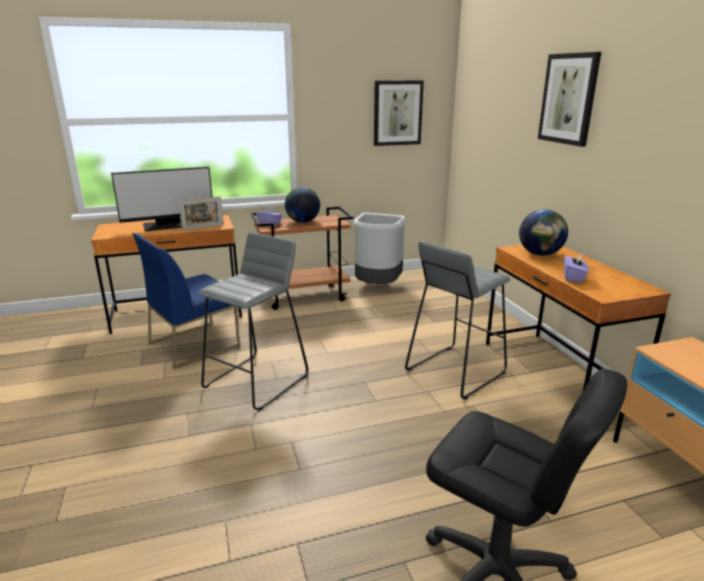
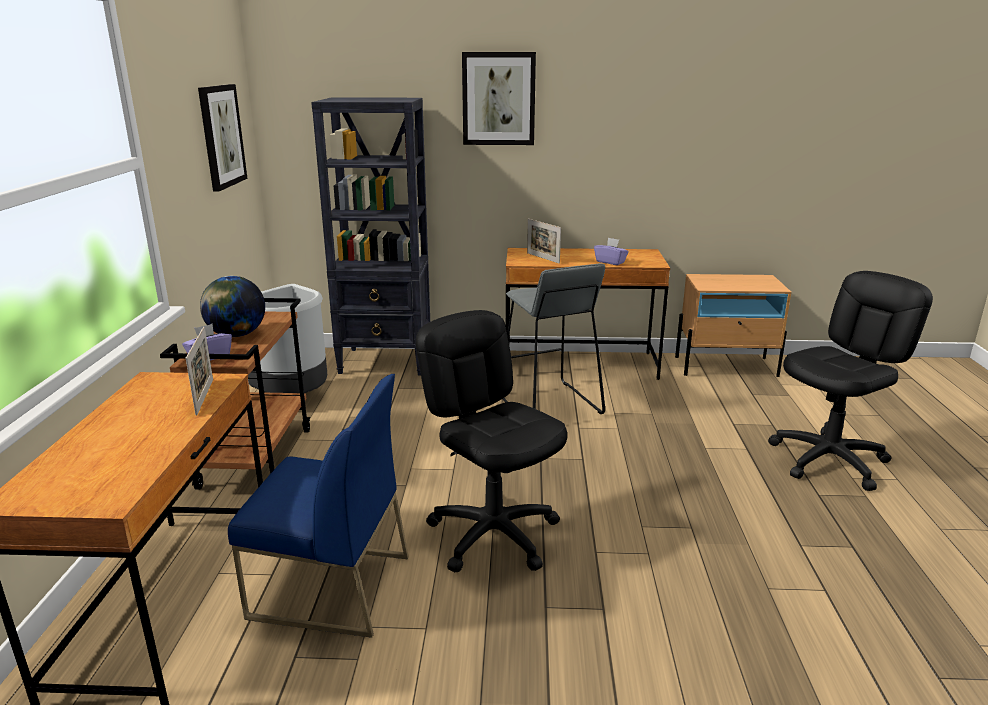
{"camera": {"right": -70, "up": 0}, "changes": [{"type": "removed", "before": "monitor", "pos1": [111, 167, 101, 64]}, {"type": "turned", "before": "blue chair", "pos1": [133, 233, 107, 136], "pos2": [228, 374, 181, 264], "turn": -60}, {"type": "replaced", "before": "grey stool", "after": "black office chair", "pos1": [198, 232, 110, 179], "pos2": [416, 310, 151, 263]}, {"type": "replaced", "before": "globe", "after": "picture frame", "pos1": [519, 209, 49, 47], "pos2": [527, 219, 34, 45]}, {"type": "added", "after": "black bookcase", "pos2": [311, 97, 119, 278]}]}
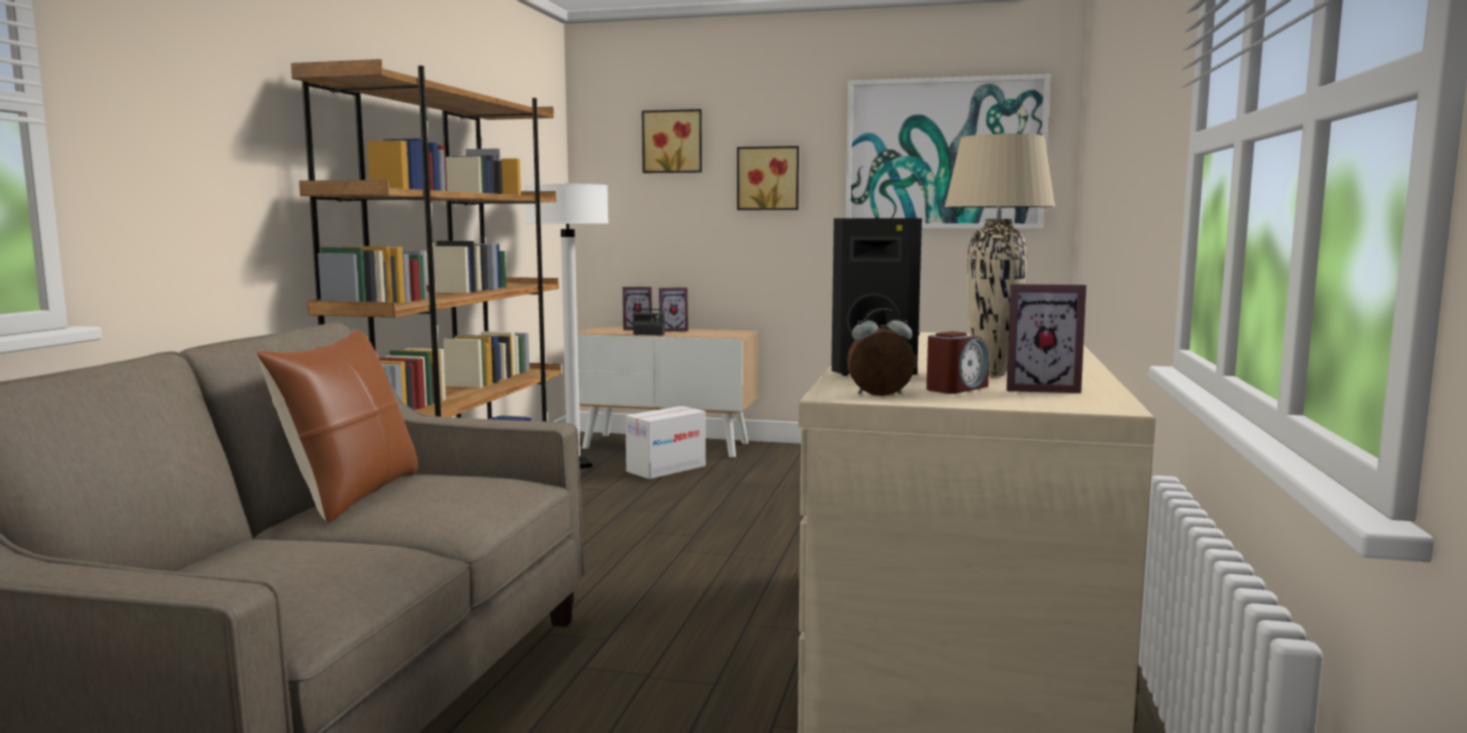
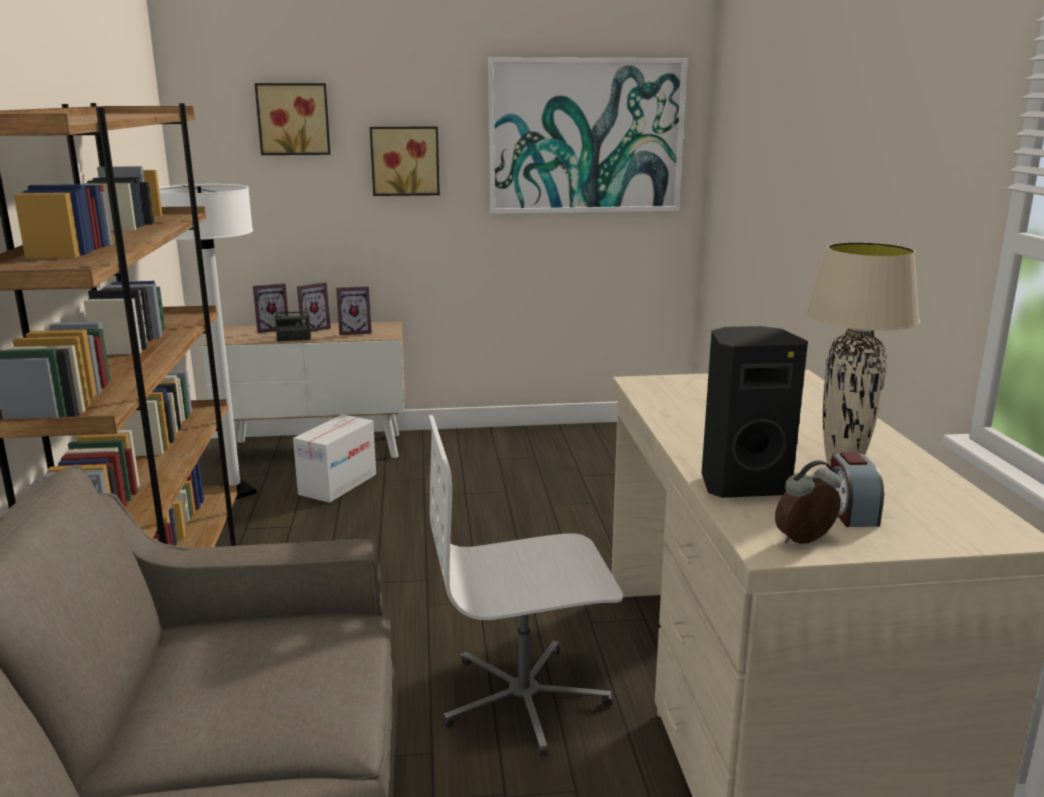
{"camera": {"right": -20, "up": 10}, "changes": [{"type": "removed", "before": "brown pillow", "pos1": [256, 329, 162, 194]}, {"type": "turned", "before": "alarm clock", "pos1": [926, 331, 63, 63], "pos2": [829, 452, 55, 75], "turn": 150}, {"type": "moved", "before": "picture frame", "pos1": [1006, 284, 81, 109], "pos2": [336, 286, 36, 49]}, {"type": "added", "after": "white office chair", "pos2": [429, 415, 194, 342]}]}
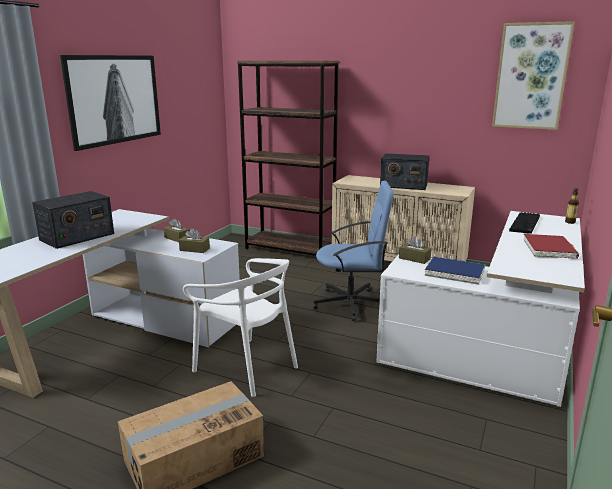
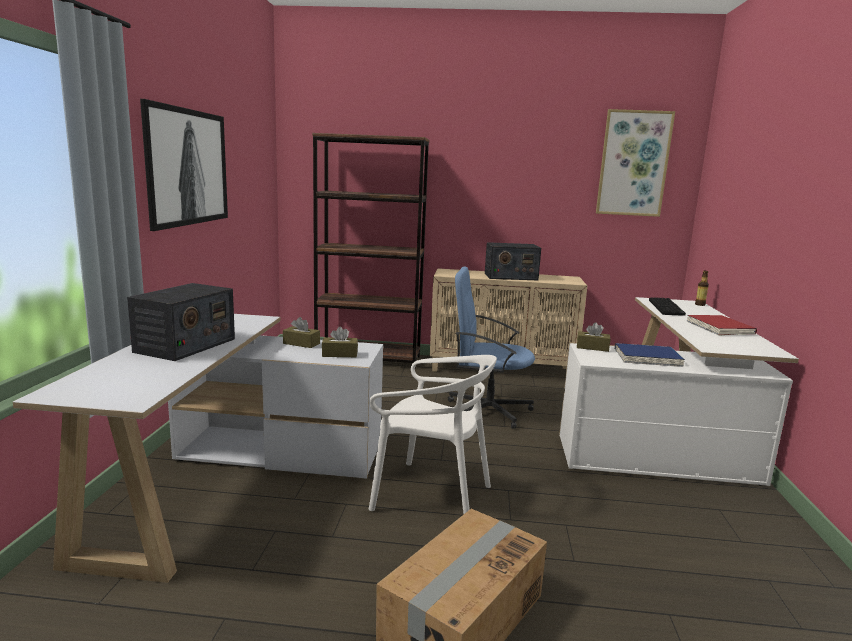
{"camera": {"right": -20, "up": -5}, "changes": [{"type": "turned", "before": "blue office chair", "pos1": [313, 181, 81, 141], "pos2": [448, 267, 87, 162], "turn": -150}]}
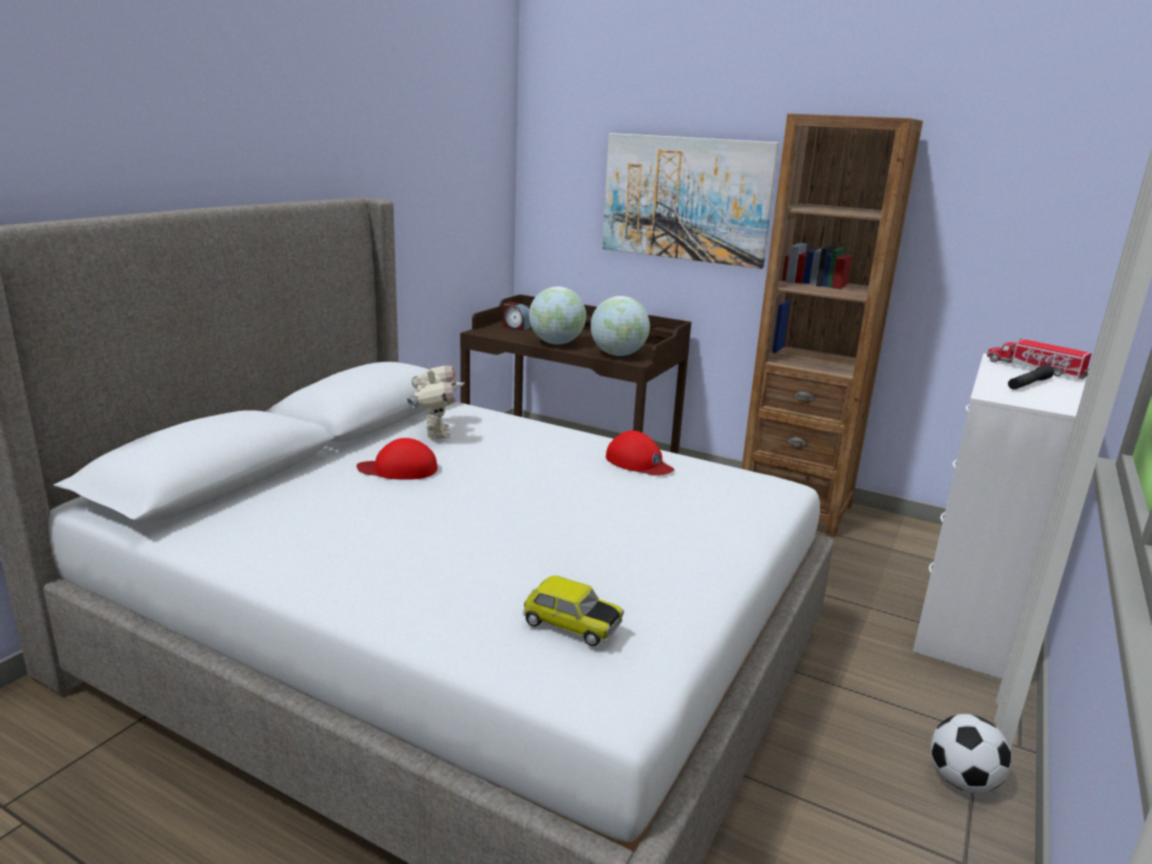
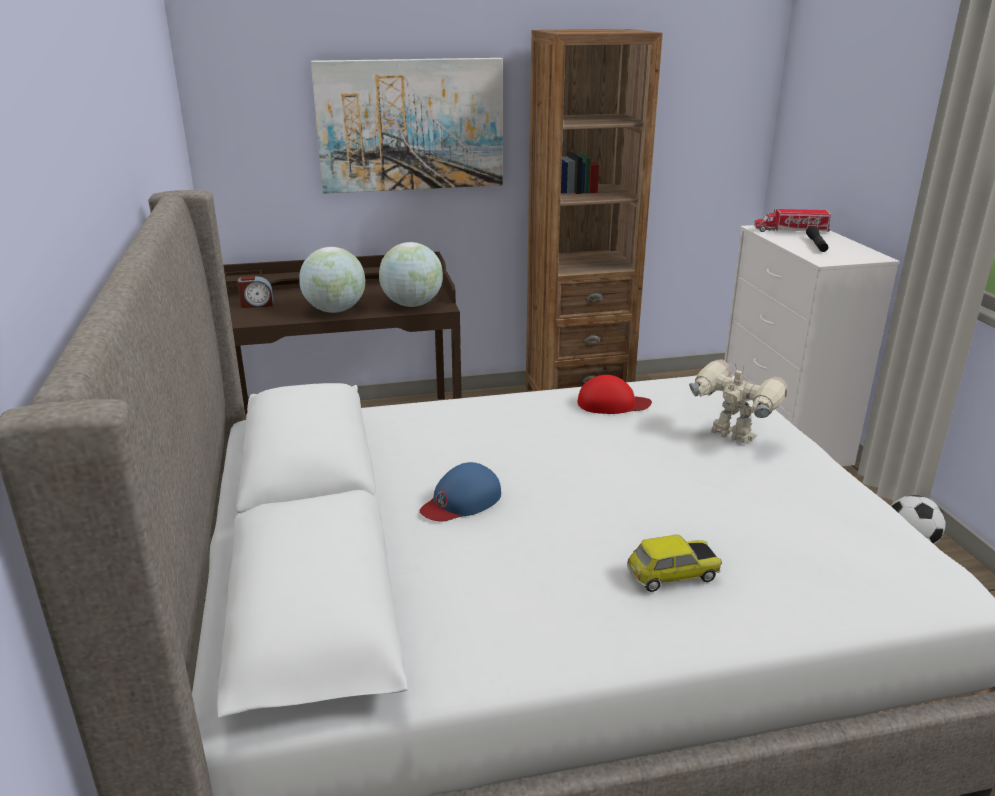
{"camera": {"right": -40, "up": 5}, "changes": [{"type": "recoloured", "before": "red cap", "after": "blue cap", "pos1": [356, 438, 82, 42], "pos2": [420, 462, 81, 60]}, {"type": "moved", "before": "toy robot", "pos1": [407, 363, 50, 76], "pos2": [689, 360, 99, 84]}, {"type": "moved", "before": "toy car", "pos1": [522, 575, 102, 71], "pos2": [627, 535, 95, 57]}]}
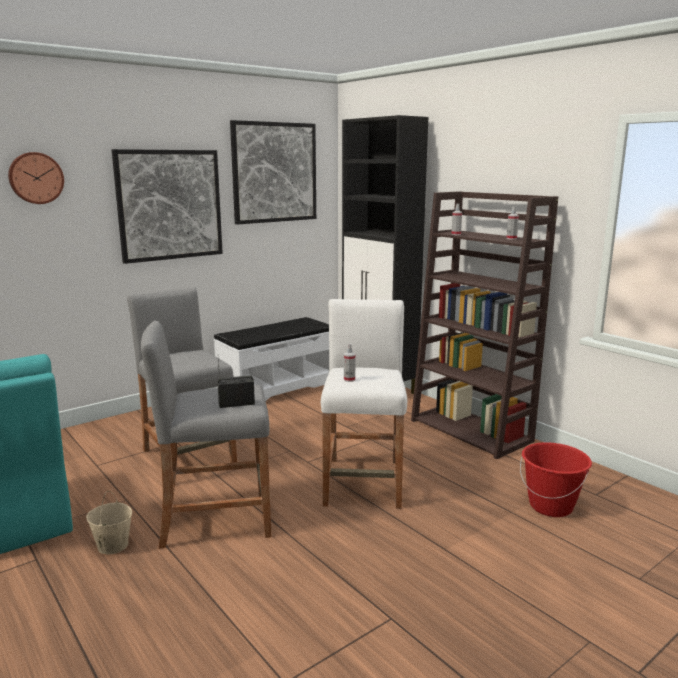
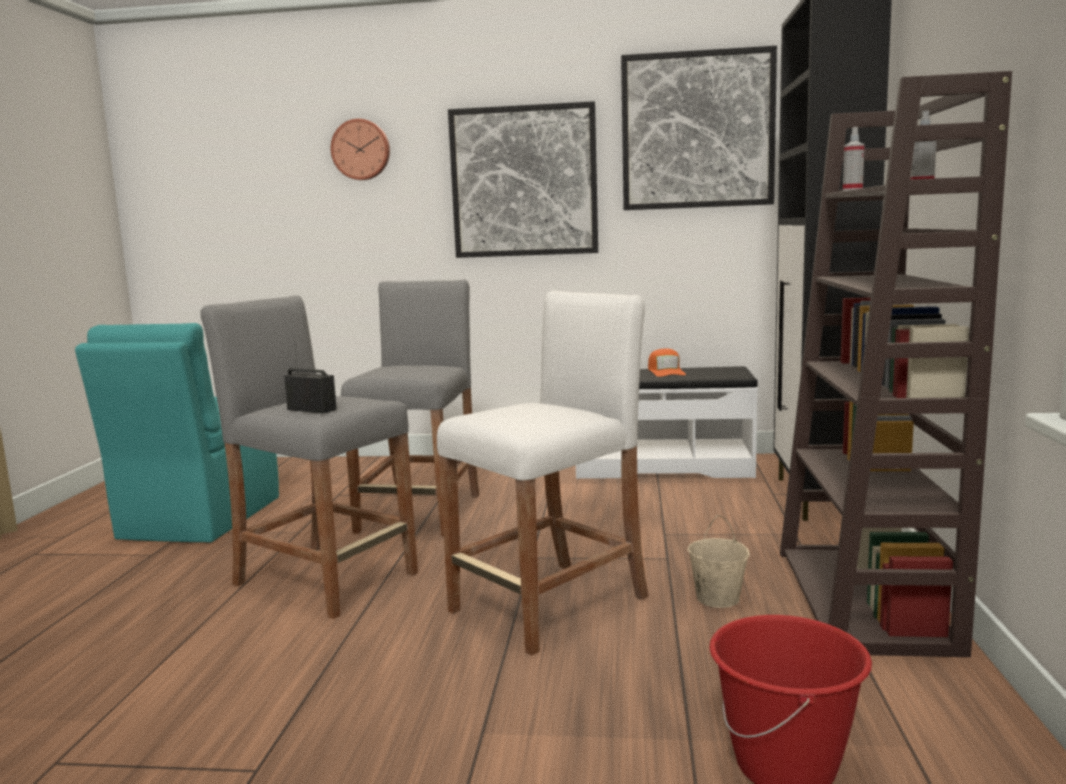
{"camera": {"right": 45, "up": -5}, "changes": [{"type": "moved", "before": "beige bucket", "pos1": [86, 491, 46, 63], "pos2": [688, 515, 62, 93]}, {"type": "removed", "before": "spray bottle", "pos1": [344, 344, 12, 38]}, {"type": "added", "after": "orange cap", "pos2": [648, 349, 38, 28]}]}
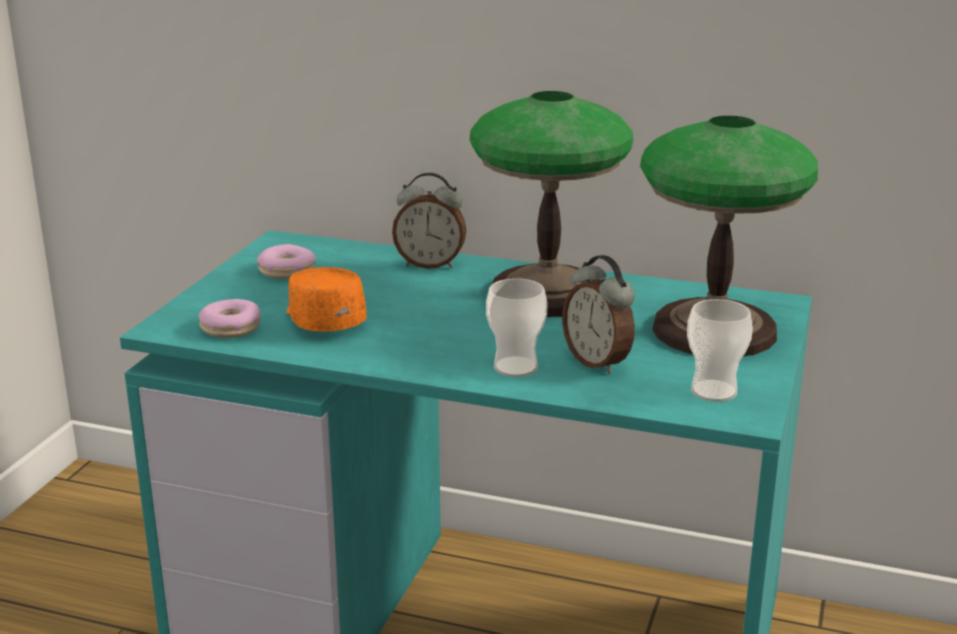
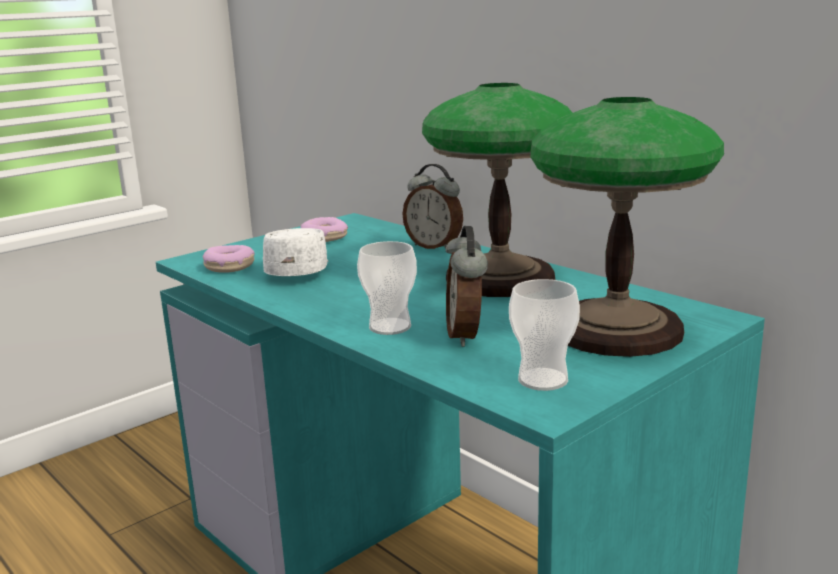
{"camera": {"right": 30, "up": -5}, "changes": [{"type": "recoloured", "before": "orange cap", "after": "white cap", "pos1": [286, 267, 81, 65], "pos2": [263, 228, 65, 48]}]}
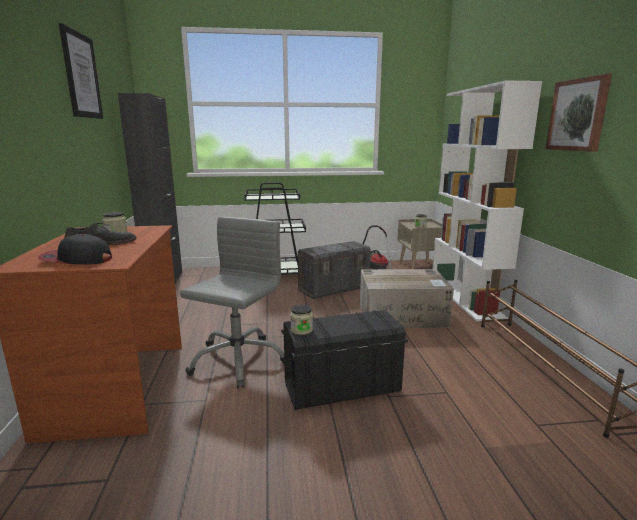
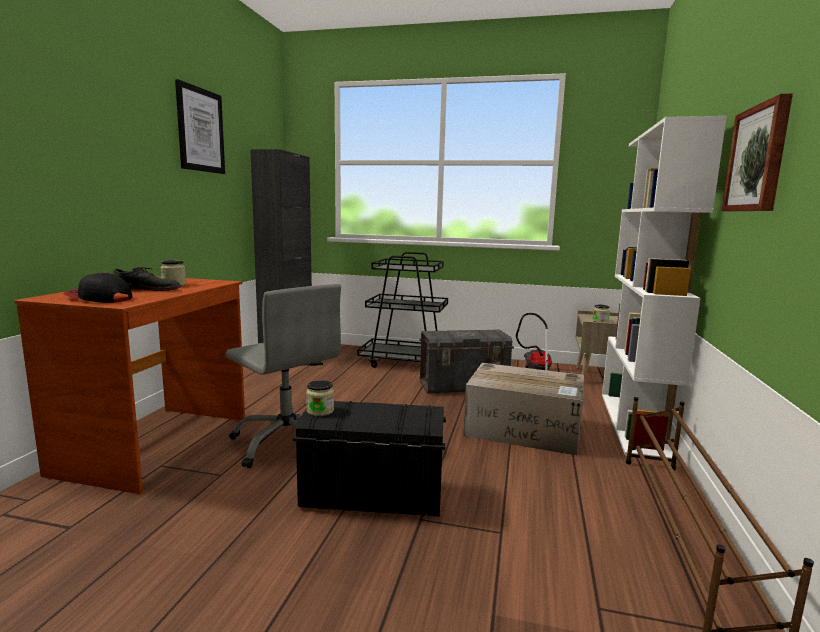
{"camera": {"right": 20, "up": -5}, "changes": [{"type": "turned", "before": "grey office chair", "pos1": [180, 216, 104, 173], "pos2": [225, 284, 116, 184], "turn": 90}]}
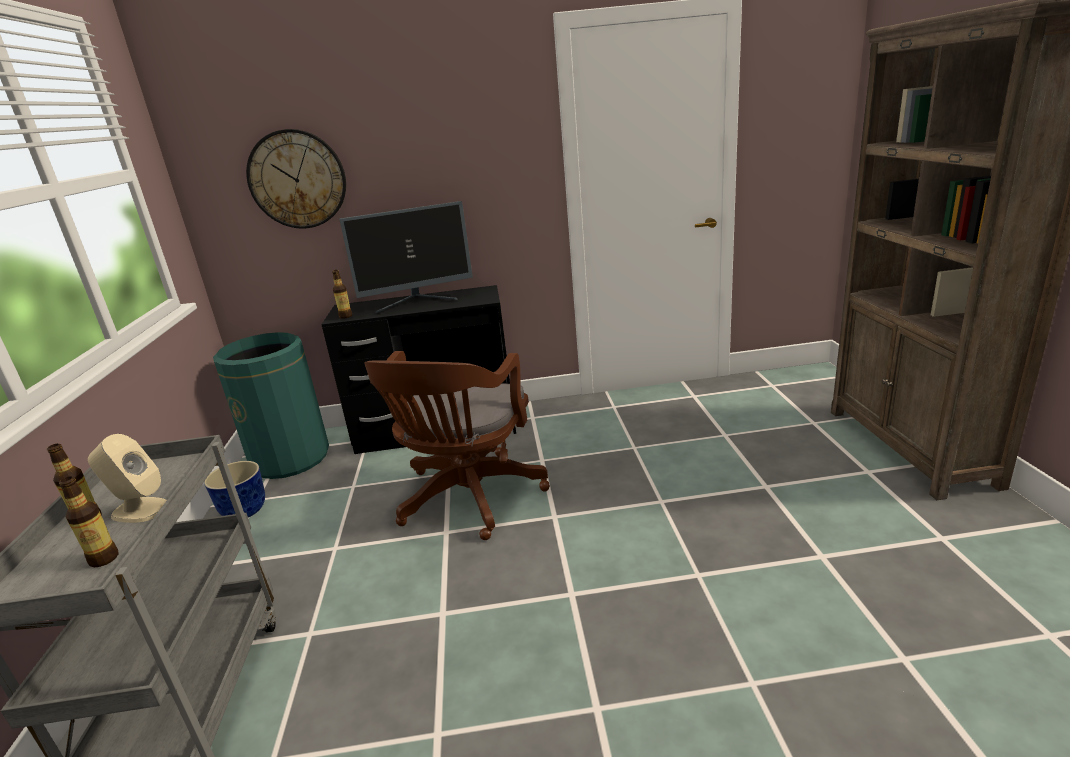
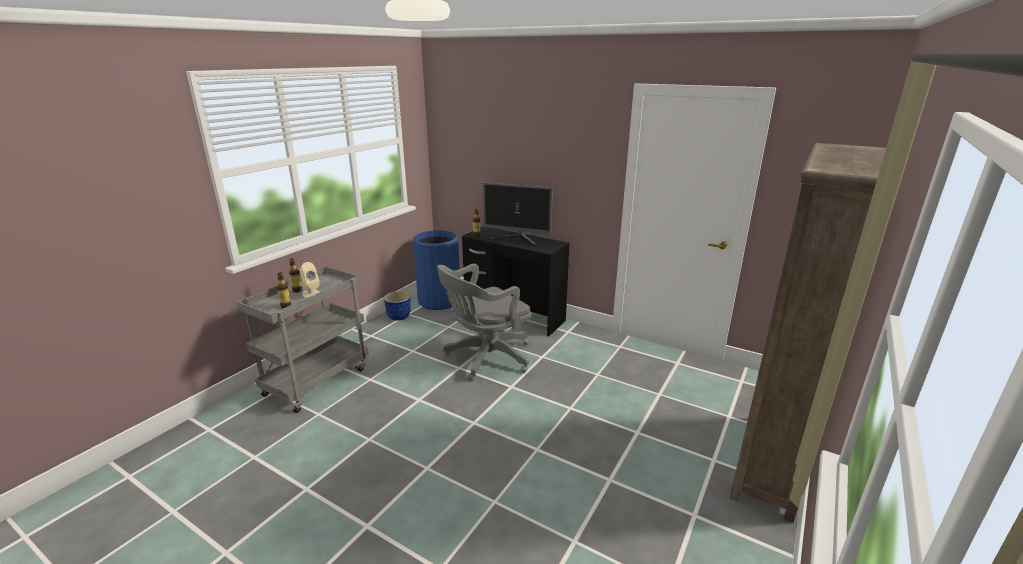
{"camera": {"right": 35, "up": 0}, "changes": [{"type": "recoloured", "before": "green trash can", "after": "blue trash can", "pos1": [213, 332, 116, 147], "pos2": [413, 230, 47, 80]}, {"type": "removed", "before": "wall clock", "pos1": [246, 129, 100, 100]}, {"type": "recoloured", "before": "brown office chair", "after": "grey office chair", "pos1": [364, 351, 186, 189], "pos2": [437, 264, 95, 117]}]}
